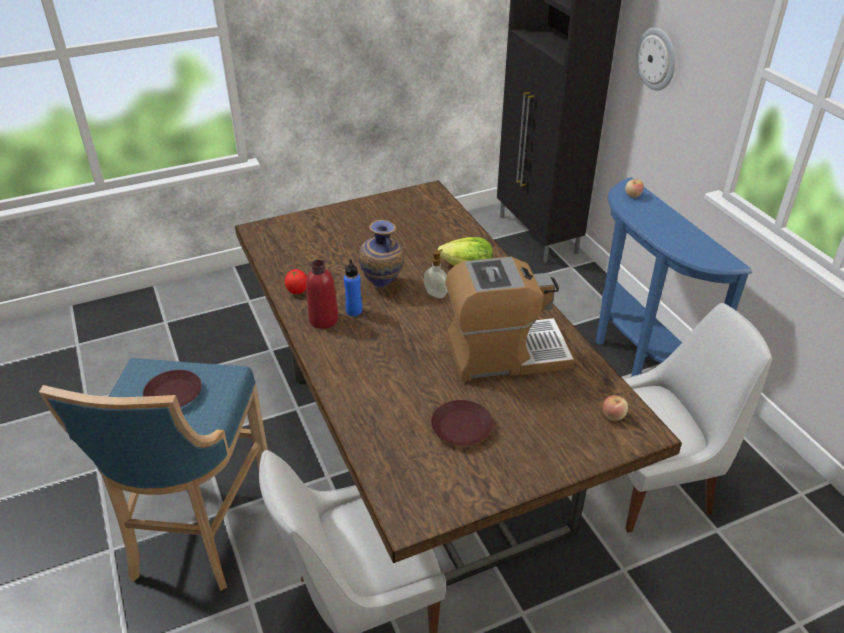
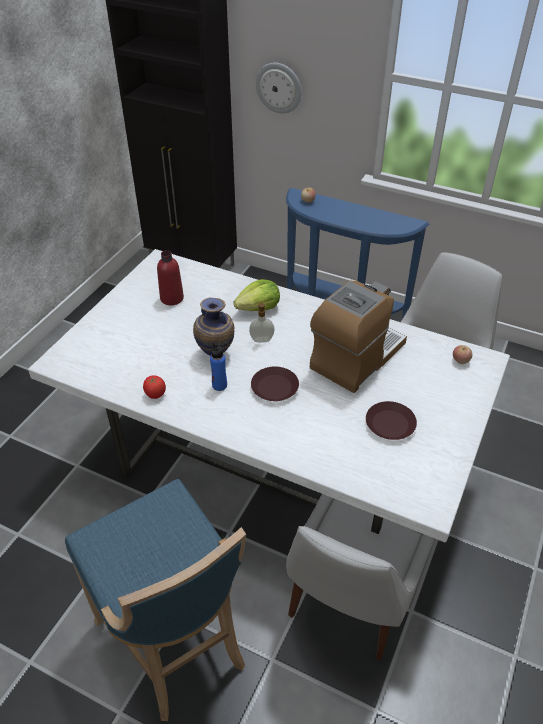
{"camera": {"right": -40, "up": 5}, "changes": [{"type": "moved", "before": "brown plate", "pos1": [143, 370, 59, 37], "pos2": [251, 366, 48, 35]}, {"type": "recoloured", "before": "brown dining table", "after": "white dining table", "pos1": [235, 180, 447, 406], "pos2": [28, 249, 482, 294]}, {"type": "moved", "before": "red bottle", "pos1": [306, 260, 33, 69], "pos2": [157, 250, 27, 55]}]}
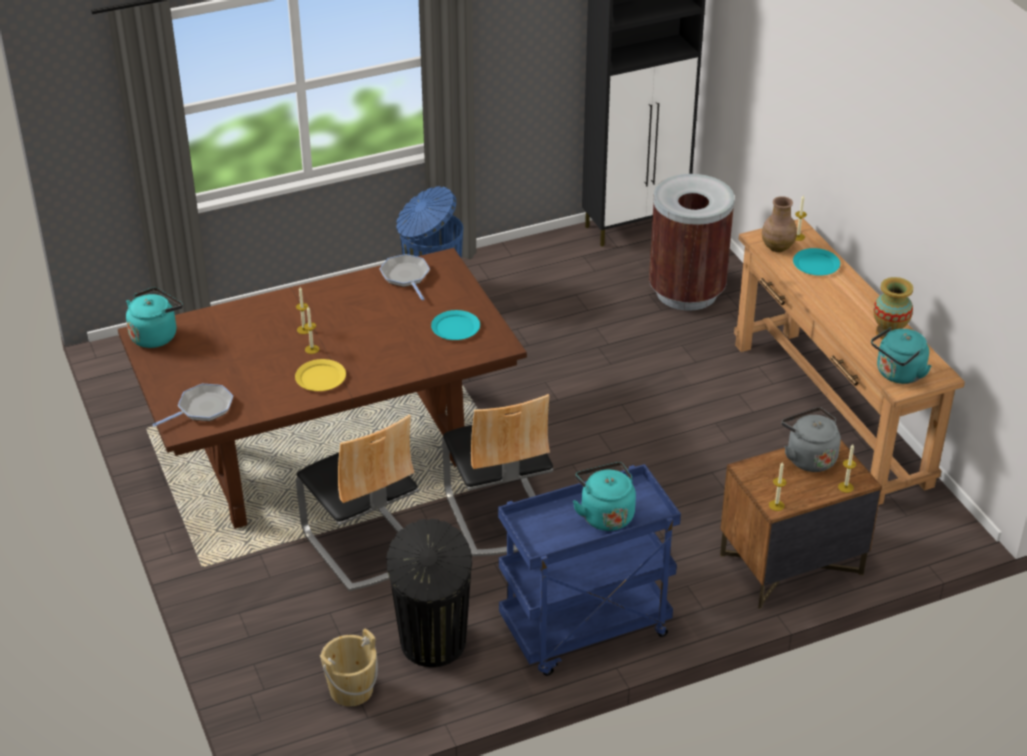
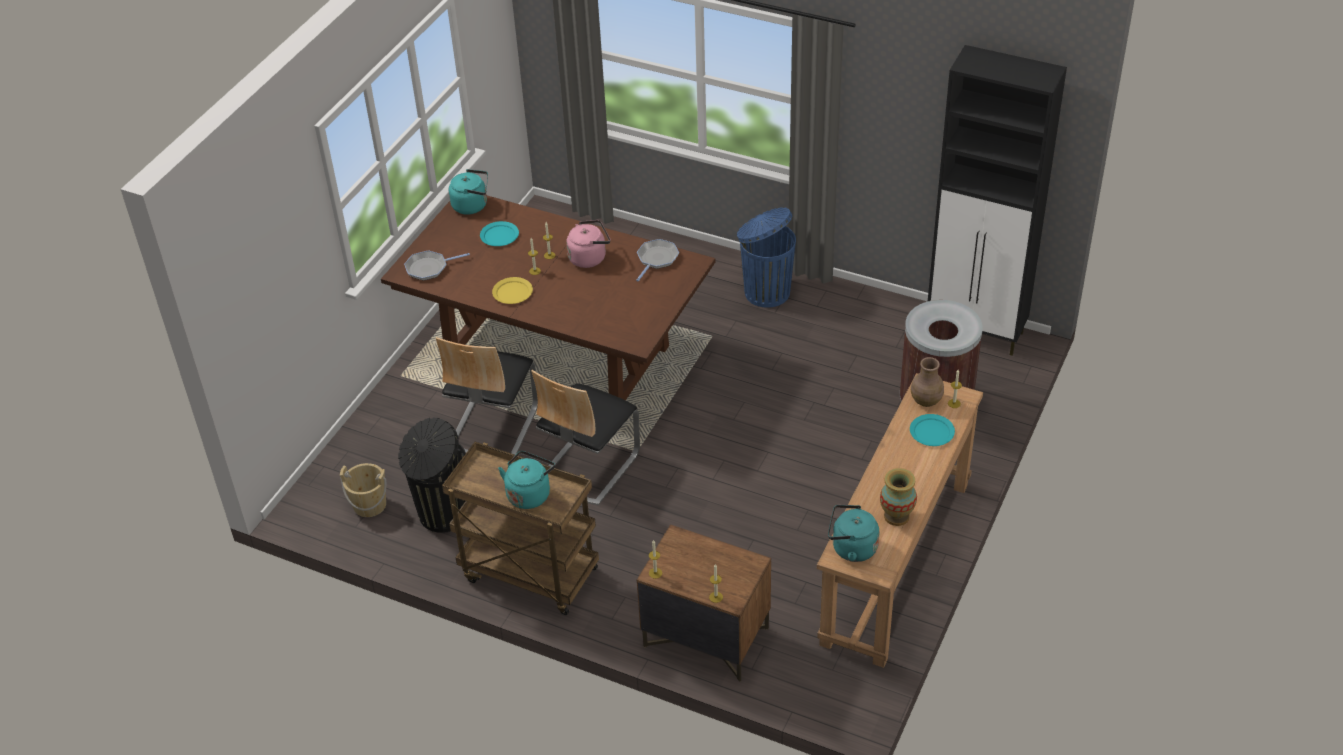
{"camera": {"right": 50, "up": 5}, "changes": [{"type": "turned", "before": "frying pan", "pos1": [152, 384, 81, 43], "pos2": [404, 250, 66, 31], "turn": 150}, {"type": "moved", "before": "turquoise plate", "pos1": [431, 310, 49, 30], "pos2": [480, 221, 39, 25]}, {"type": "recoloured", "before": "blue cart", "after": "brown cart", "pos1": [498, 464, 183, 212], "pos2": [442, 442, 157, 173]}, {"type": "removed", "before": "grey kettle", "pos1": [782, 407, 59, 65]}, {"type": "added", "after": "pink kettle", "pos2": [566, 220, 44, 48]}]}
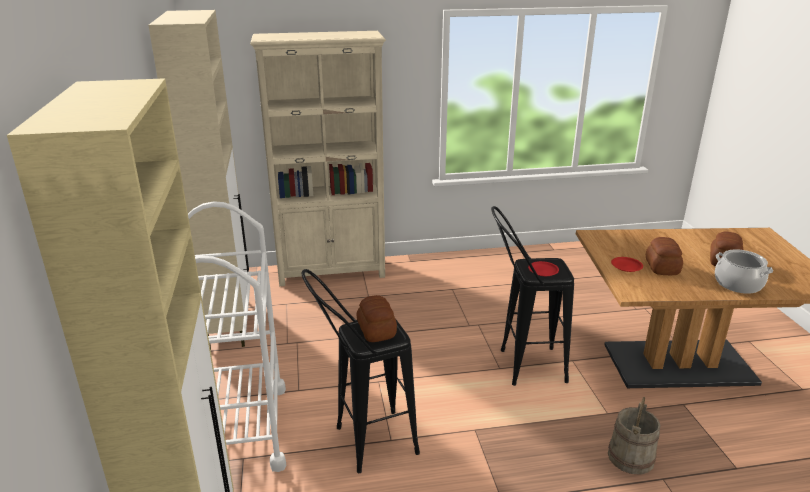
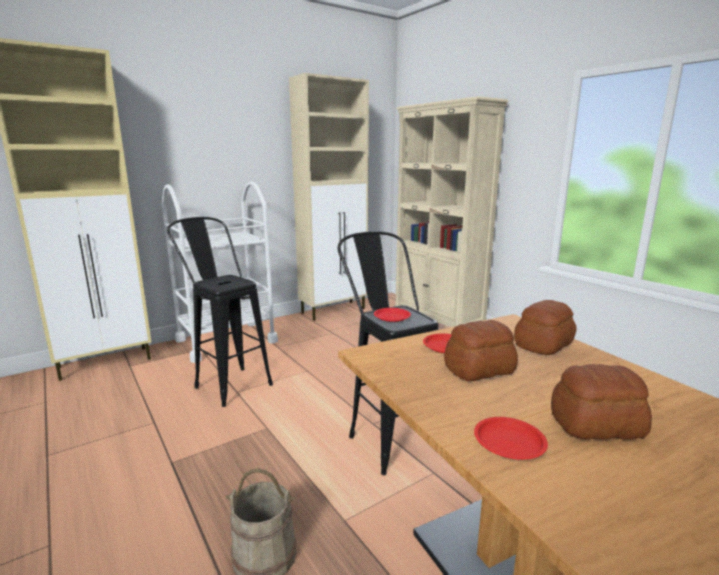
{"camera": {"right": 65, "up": -10}, "changes": [{"type": "moved", "before": "bread", "pos1": [357, 295, 40, 47], "pos2": [514, 300, 63, 55]}, {"type": "replaced", "before": "cooking pot", "after": "red plate", "pos1": [715, 249, 58, 45], "pos2": [474, 417, 74, 43]}]}
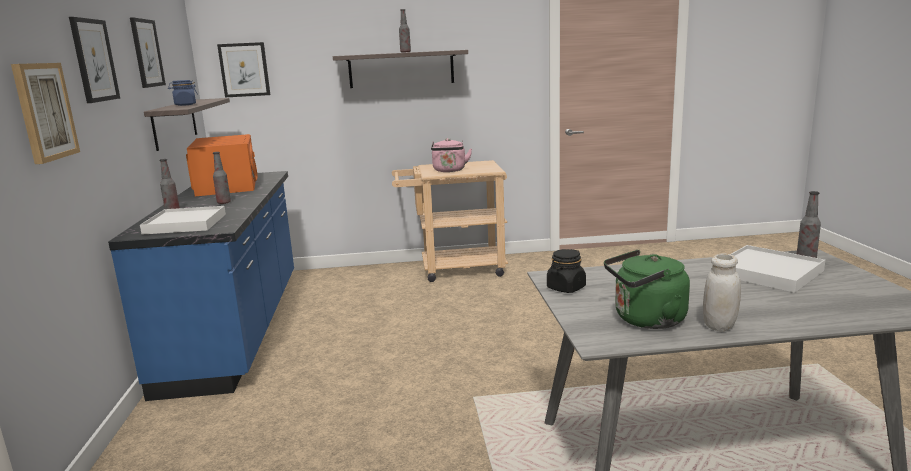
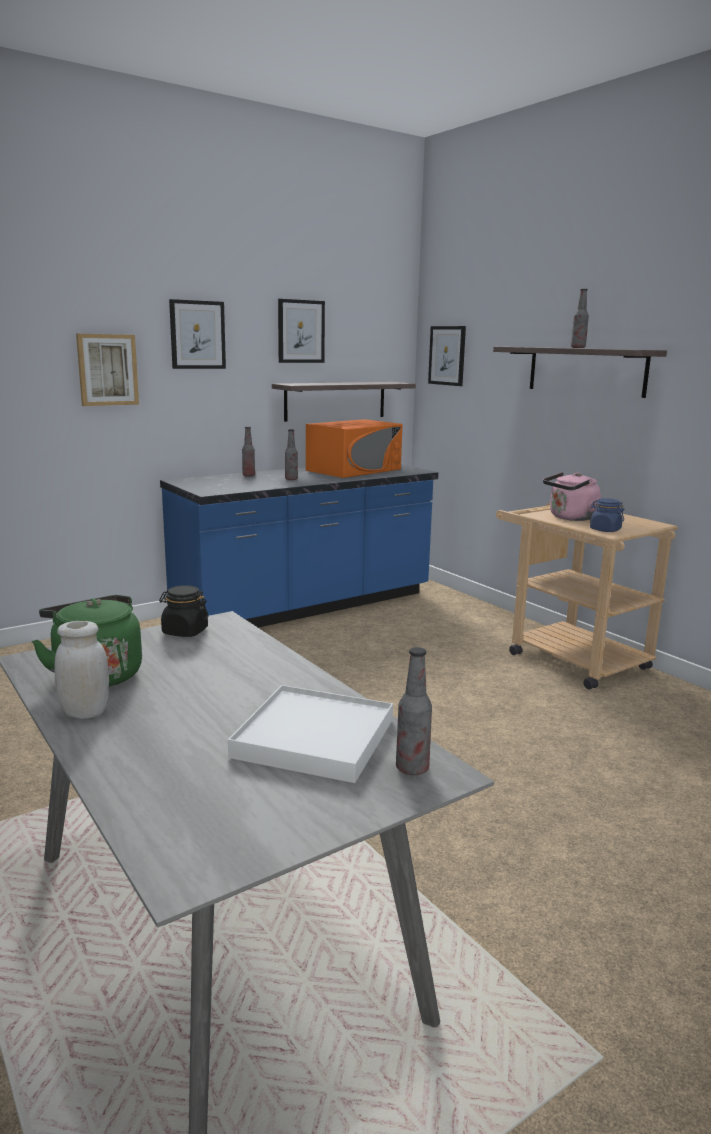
{"camera": {"right": 60, "up": 0}, "changes": [{"type": "removed", "before": "white tray", "pos1": [140, 206, 86, 29]}, {"type": "moved", "before": "blue jar", "pos1": [168, 80, 30, 26], "pos2": [590, 498, 35, 34]}]}
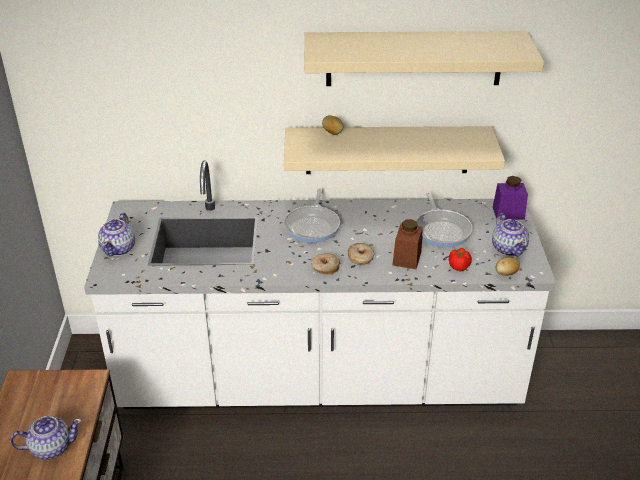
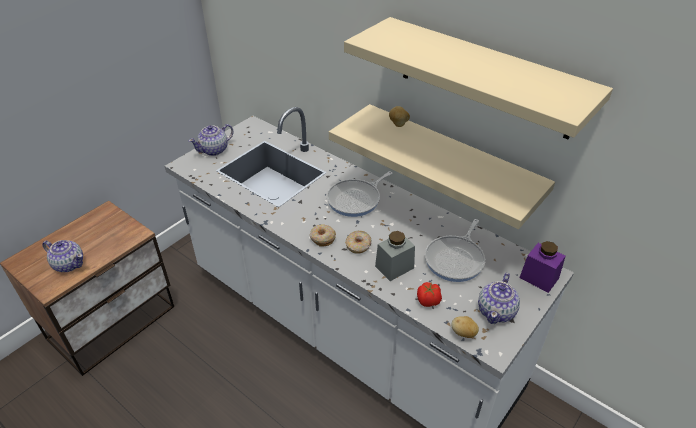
{"camera": {"right": 40, "up": 5}, "changes": [{"type": "recoloured", "before": "brown jar", "after": "grey jar", "pos1": [392, 219, 31, 50], "pos2": [375, 231, 40, 50]}]}
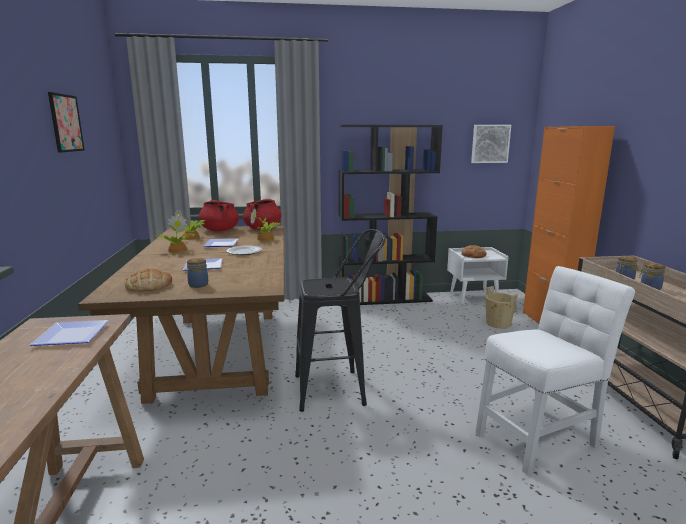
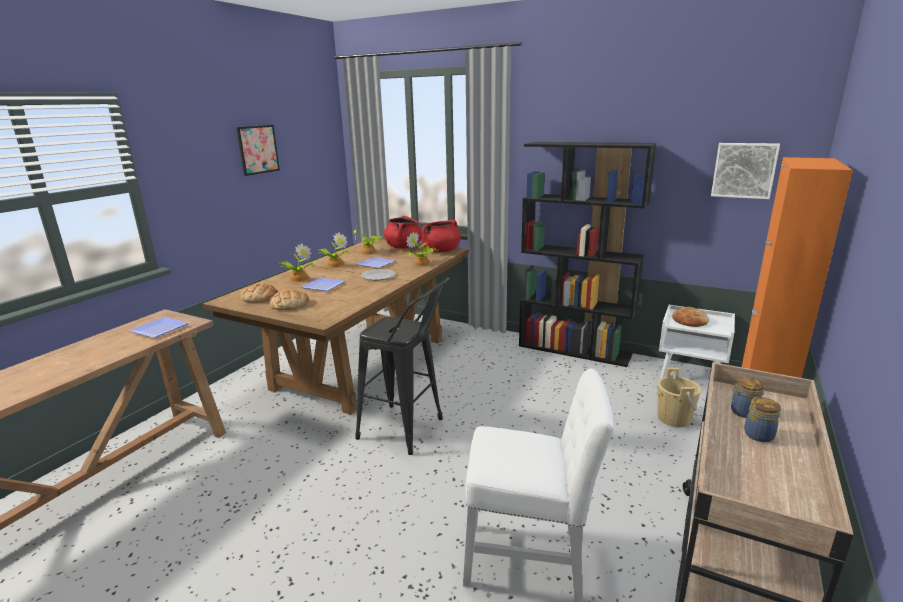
{"camera": {"right": 35, "up": 5}, "changes": [{"type": "replaced", "before": "jar", "after": "bread", "pos1": [187, 258, 21, 30], "pos2": [269, 289, 40, 21]}, {"type": "added", "after": "potted plant", "pos2": [278, 243, 38, 39]}]}
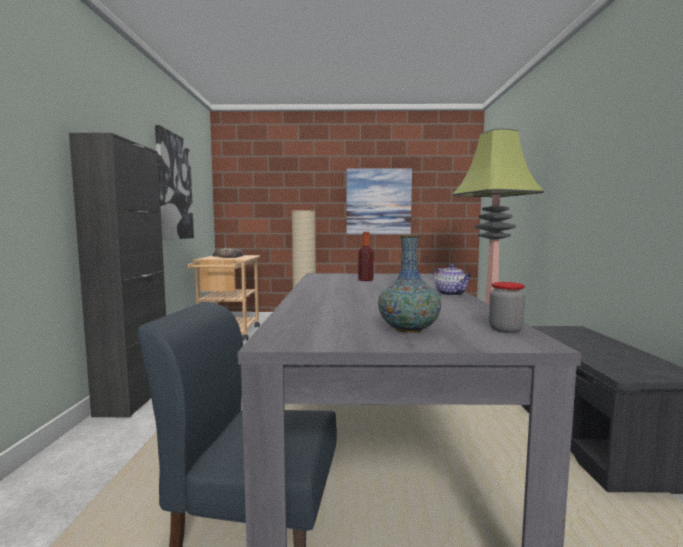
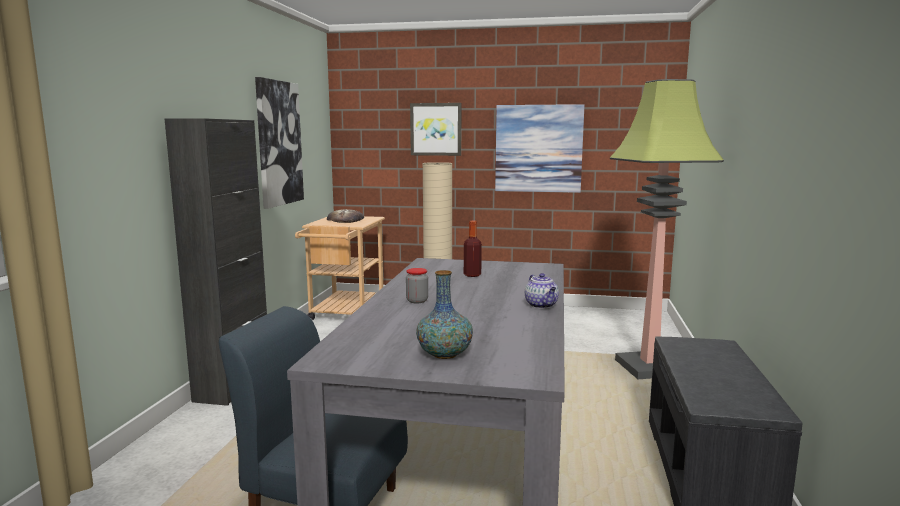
{"camera": {"right": 10, "up": 5}, "changes": [{"type": "moved", "before": "jar", "pos1": [489, 282, 36, 51], "pos2": [406, 268, 22, 35]}, {"type": "added", "after": "picture", "pos2": [410, 103, 52, 53]}]}
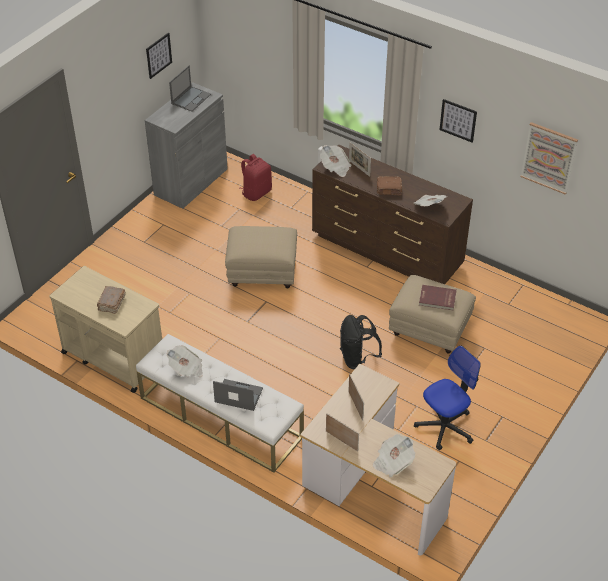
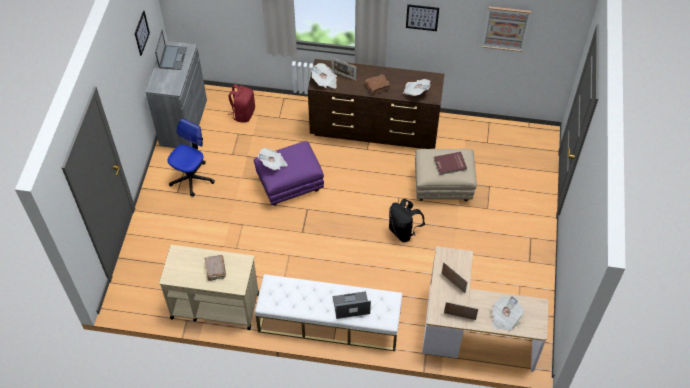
{"camera": {"right": -25, "up": 10}, "changes": [{"type": "moved", "before": "newspaper", "pos1": [167, 346, 36, 31], "pos2": [257, 148, 31, 22]}, {"type": "recoloured", "before": "beige ottoman", "after": "purple ottoman", "pos1": [225, 226, 72, 62], "pos2": [254, 141, 70, 65]}, {"type": "moved", "before": "office chair", "pos1": [414, 346, 67, 104], "pos2": [167, 119, 48, 78]}]}
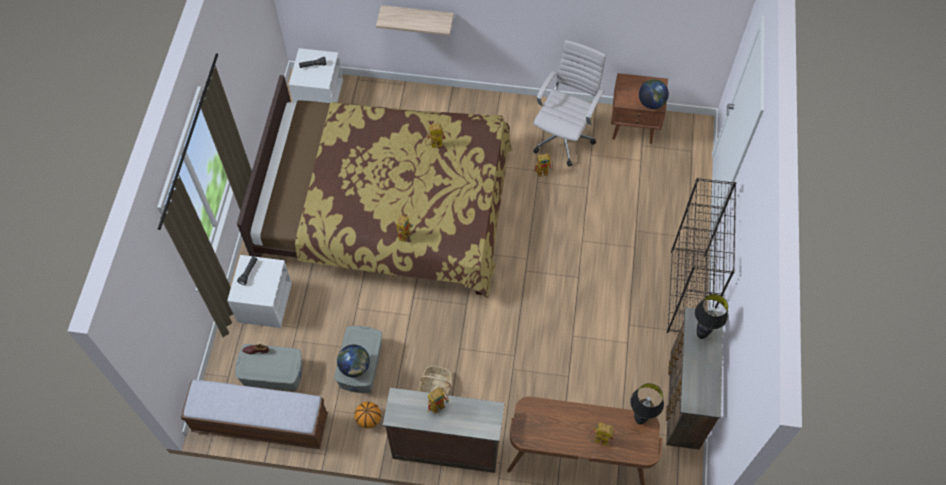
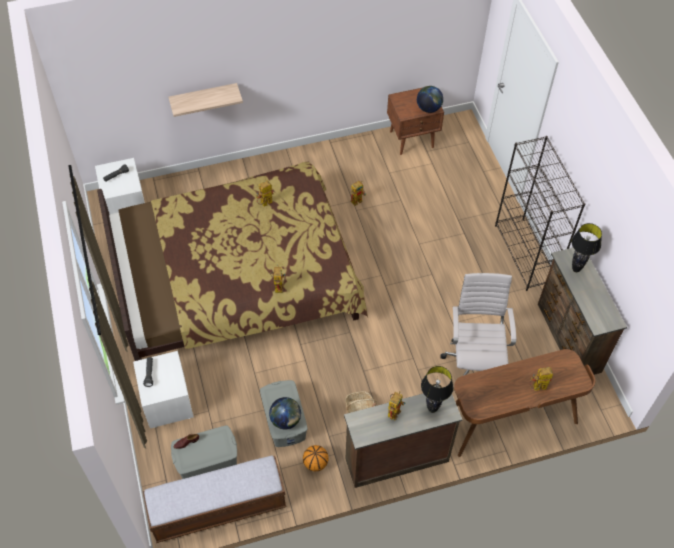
{"camera": {"right": -25, "up": -5}, "changes": [{"type": "moved", "before": "white office chair", "pos1": [533, 40, 73, 127], "pos2": [440, 273, 76, 103]}, {"type": "moved", "before": "black table lamp", "pos1": [630, 383, 34, 42], "pos2": [421, 366, 33, 47]}]}
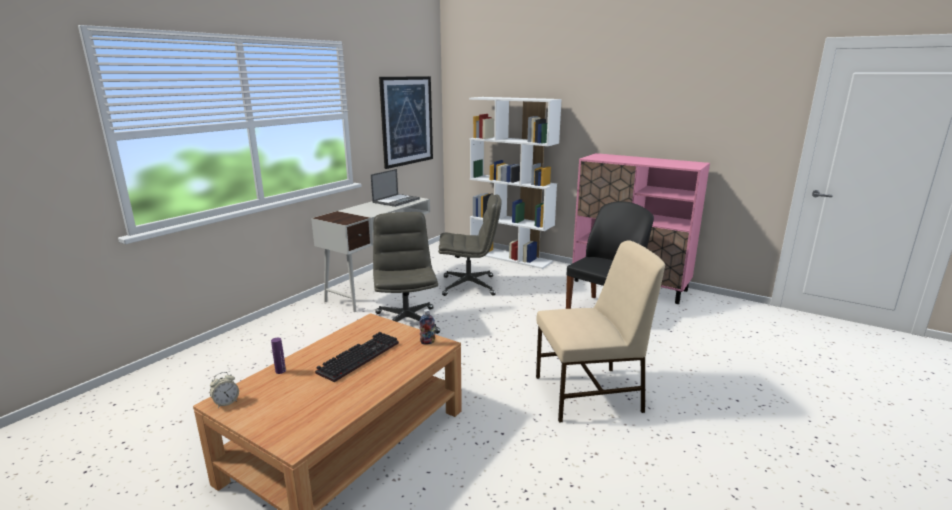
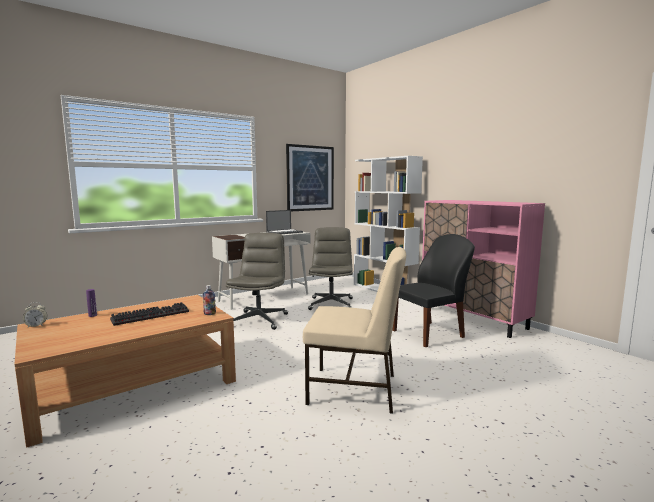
{"camera": {"right": 20, "up": -10}, "changes": [{"type": "turned", "before": "grey office chair", "pos1": [438, 194, 64, 102], "pos2": [308, 227, 45, 83], "turn": -105}]}
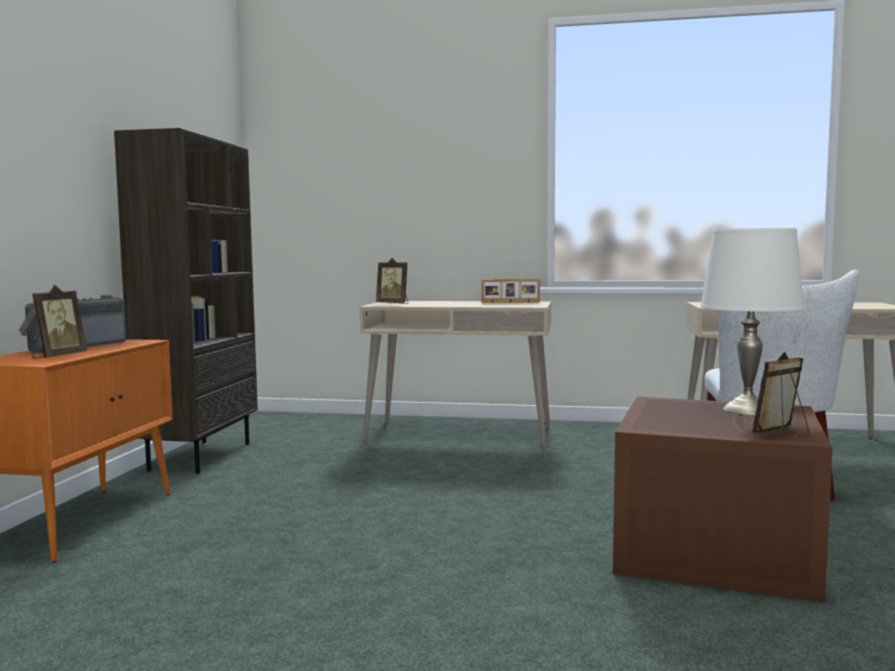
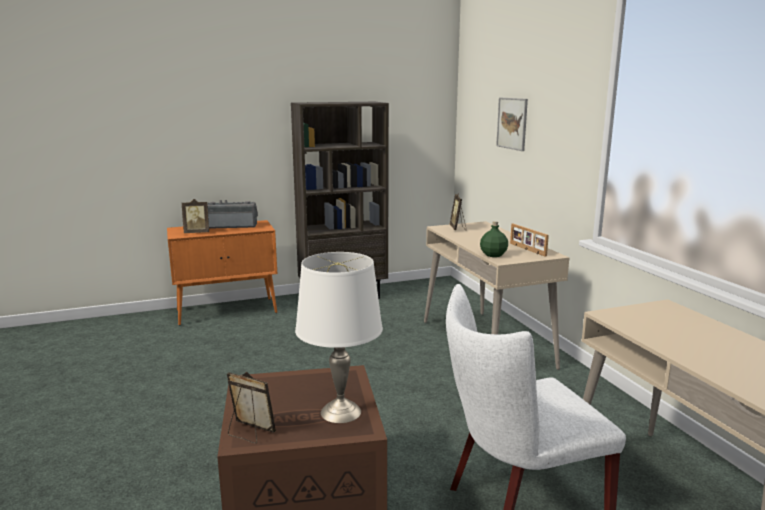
{"camera": {"right": 60, "up": 10}, "changes": [{"type": "added", "after": "green bottle", "pos2": [480, 221, 28, 36]}, {"type": "added", "after": "picture", "pos2": [496, 98, 32, 53]}]}
